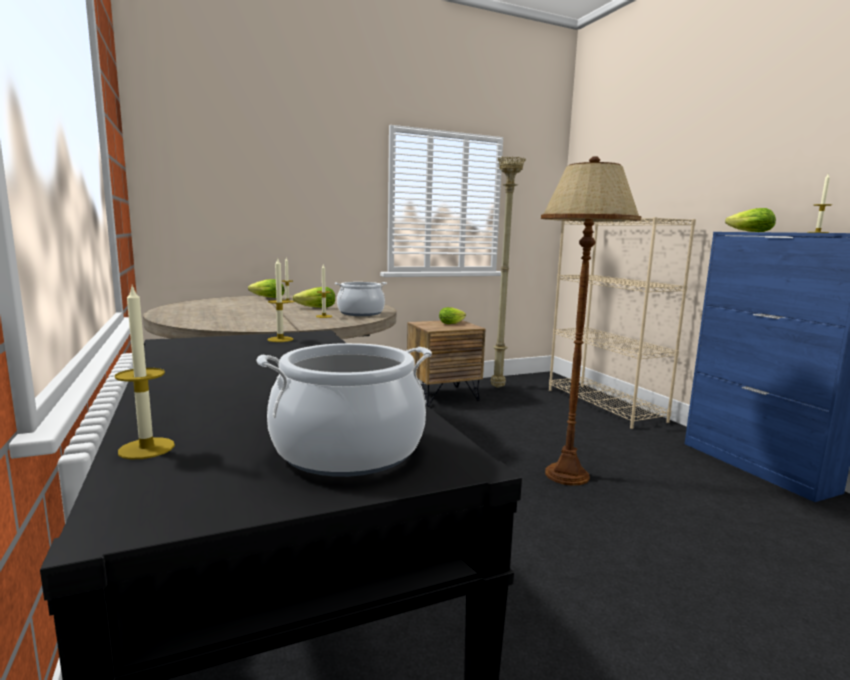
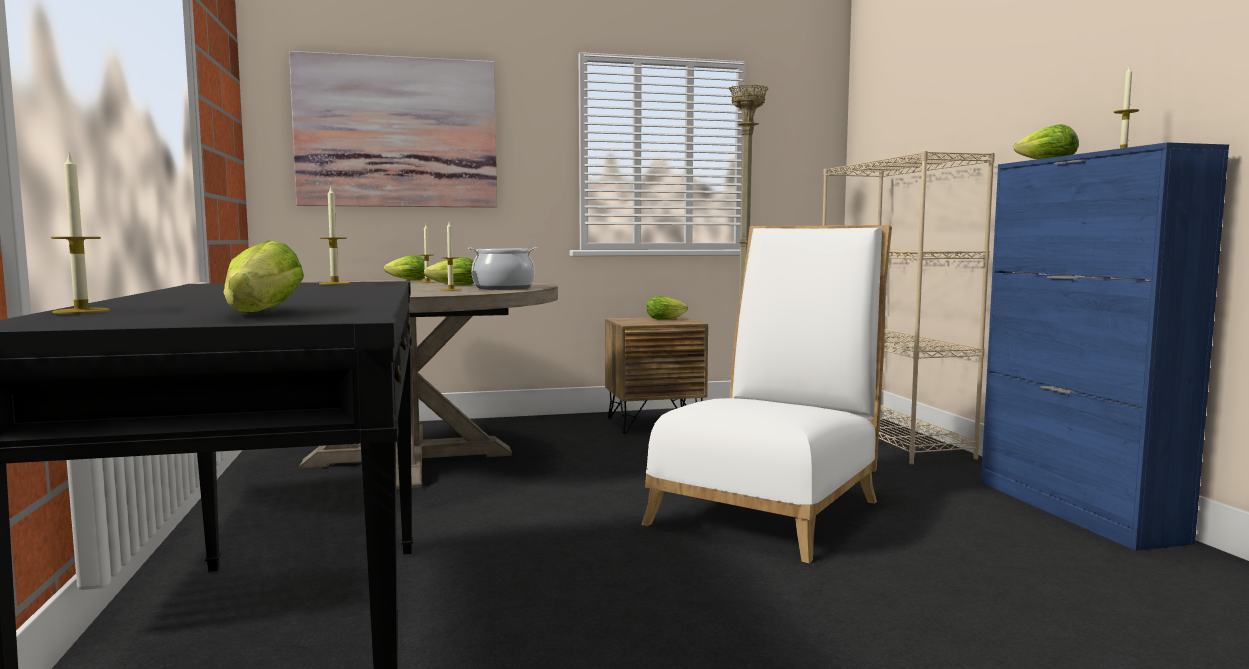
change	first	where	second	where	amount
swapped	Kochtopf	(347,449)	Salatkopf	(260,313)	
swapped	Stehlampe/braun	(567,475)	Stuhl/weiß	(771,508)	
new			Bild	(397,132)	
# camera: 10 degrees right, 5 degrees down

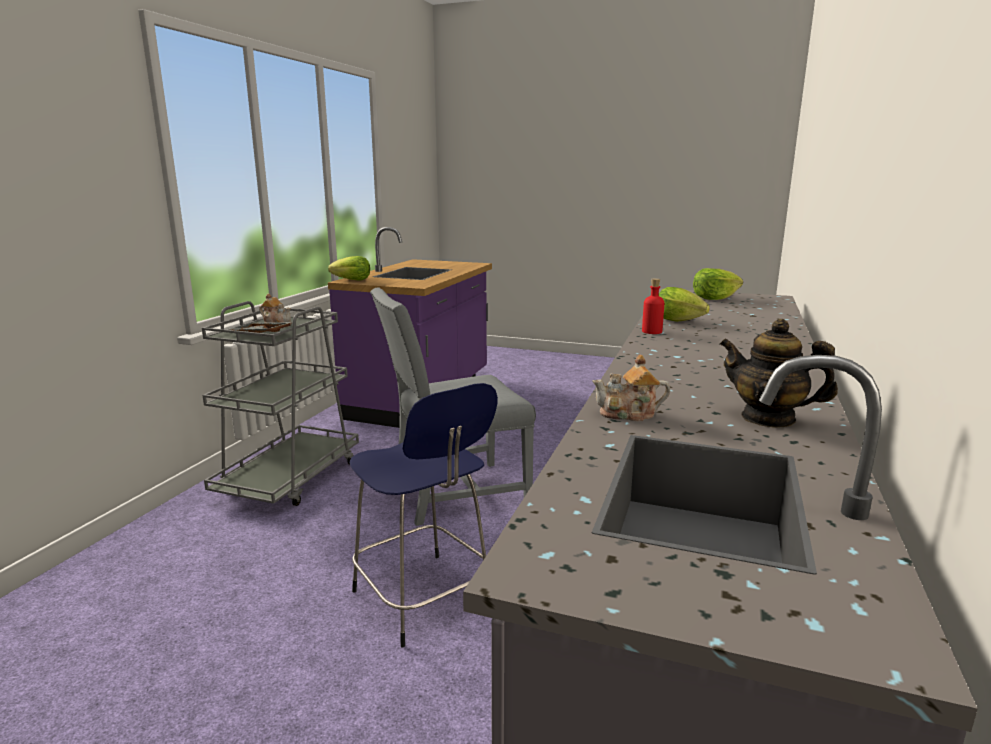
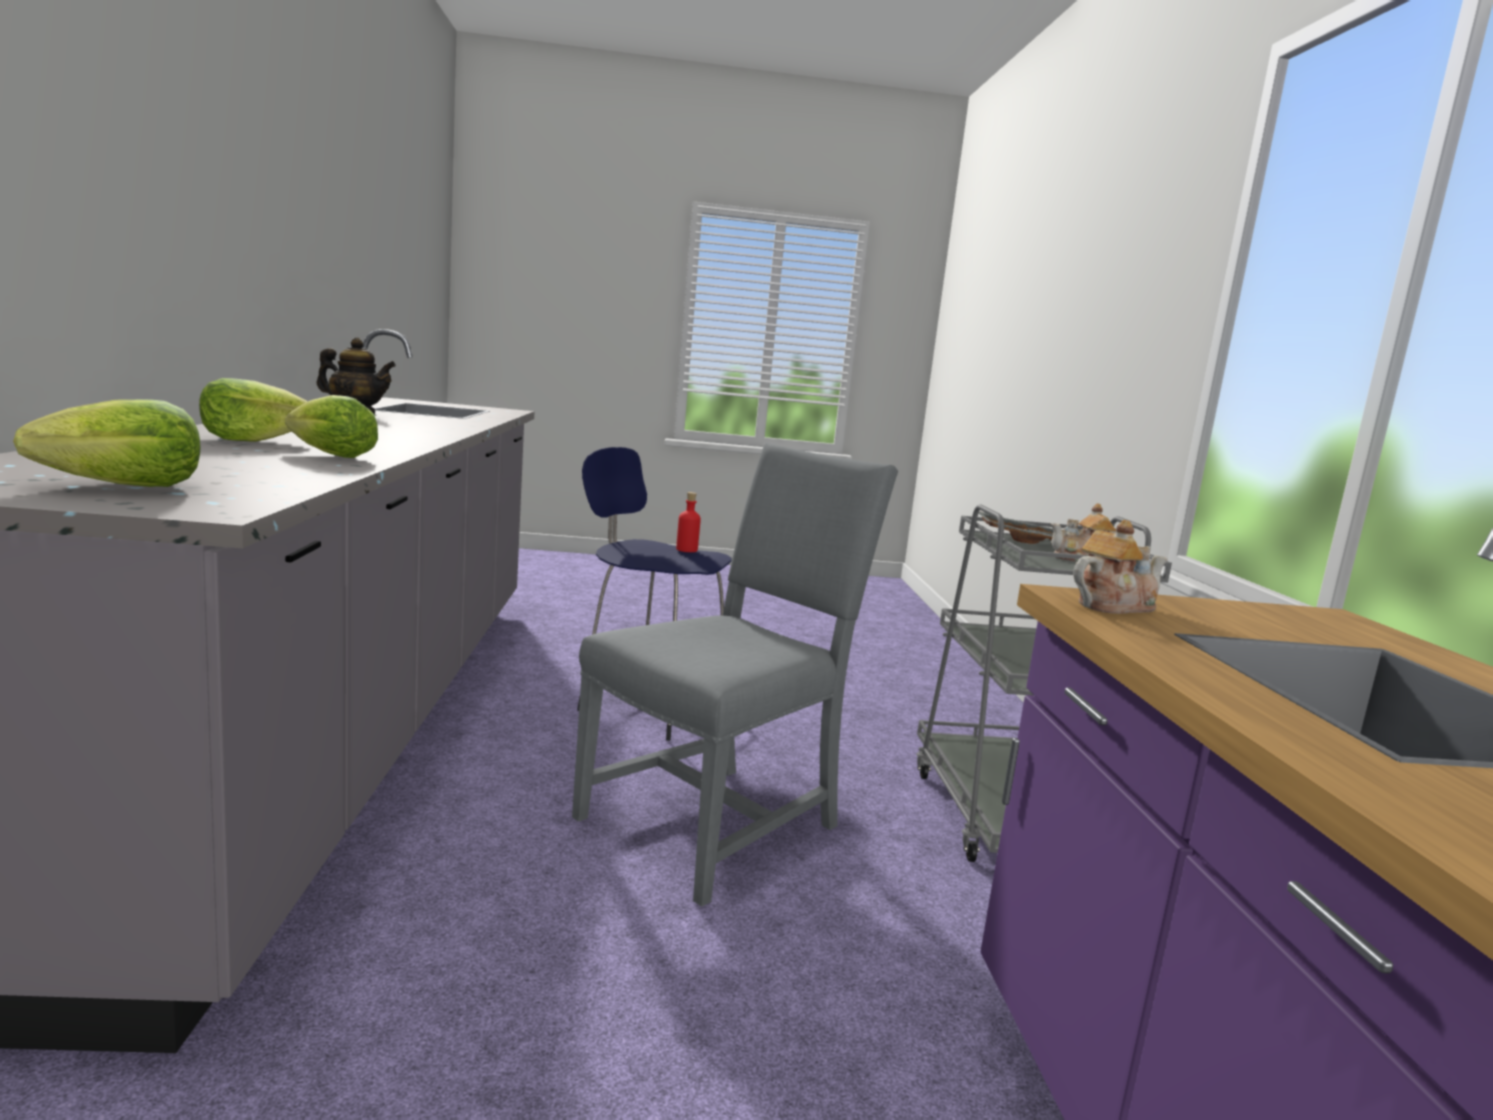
change	first	where	second	where	amount
shifted	Salatkopf	(352,280)		(252,440)	
shifted	Teekanne	(629,414)		(1112,606)	
shifted	Flasche/rot	(651,331)		(687,550)	
# camera: 155 degrees right, 5 degrees down

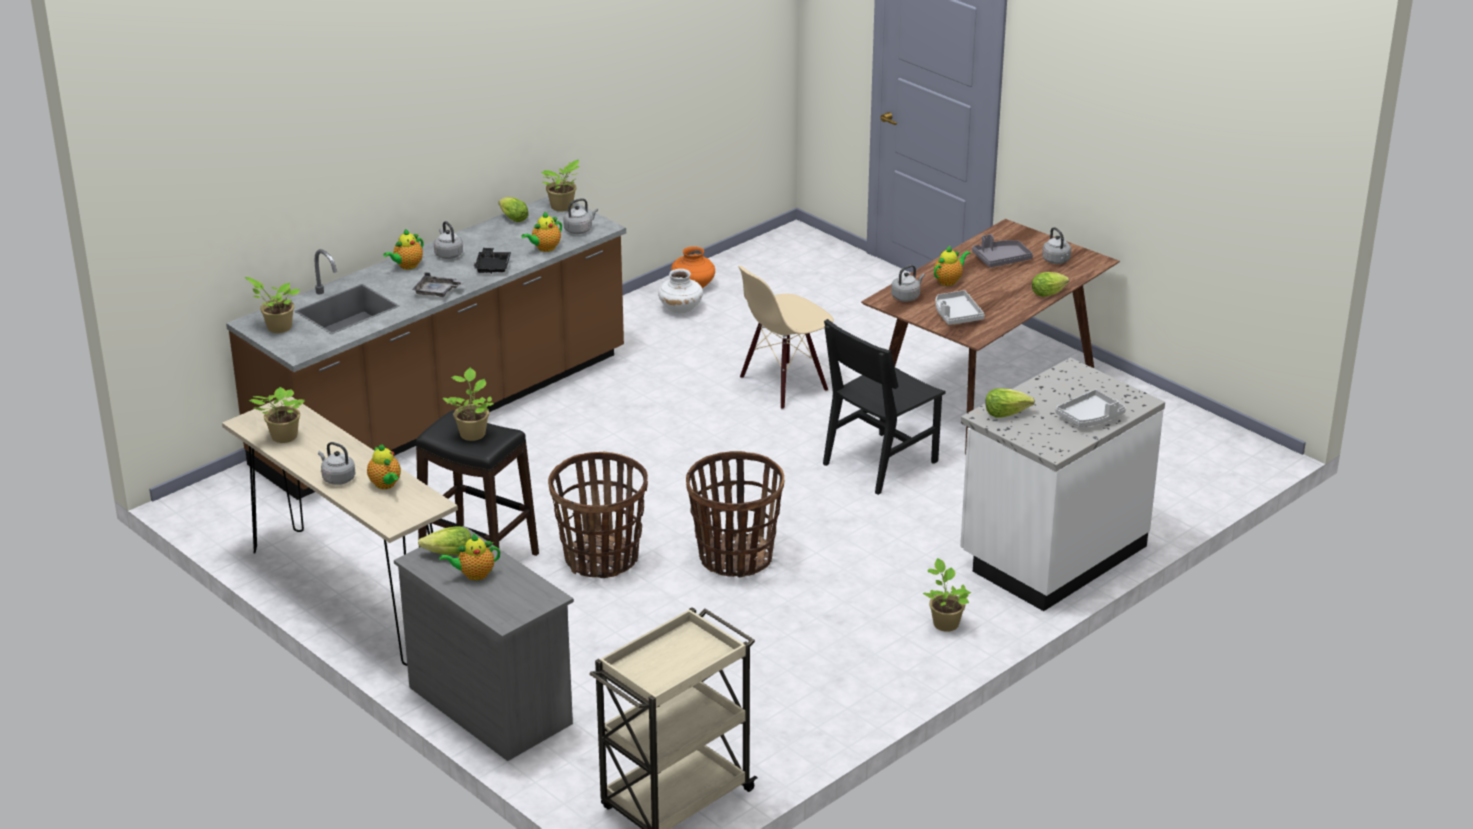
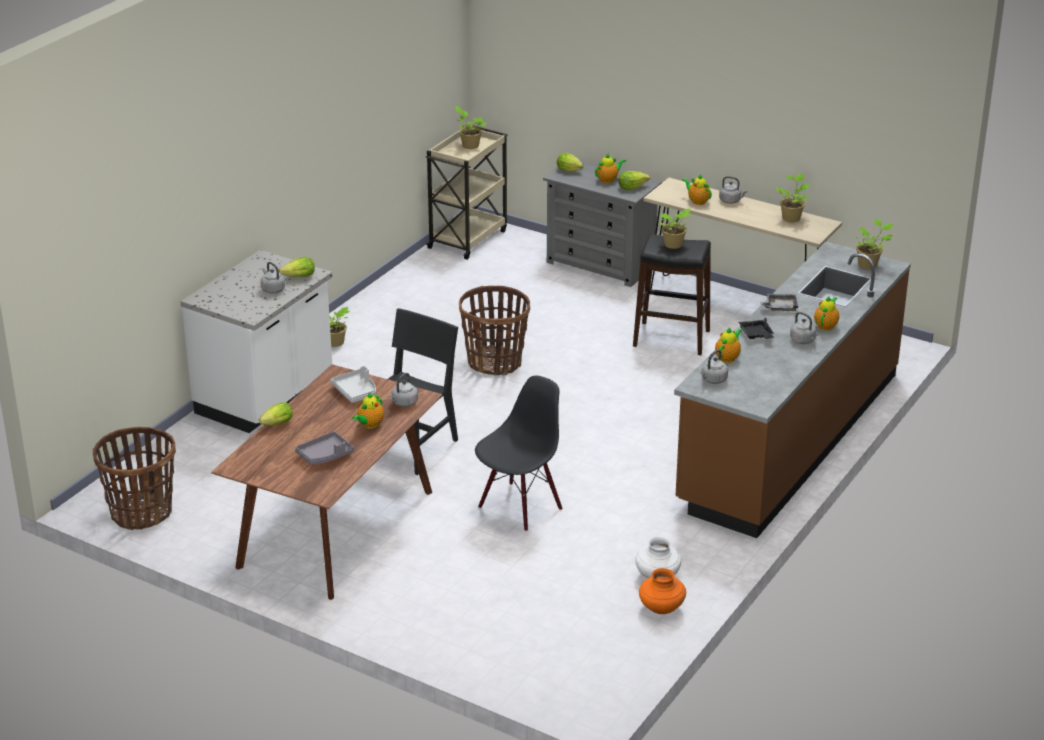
change	first	where	second	where	amount
shifted	Salatkopf	(512,218)		(570,171)	
shifted	Topfpflanze	(563,207)		(469,145)	
shifted	Korb	(601,559)		(141,513)	
repainted	Stuhl/beige	(783,385)	Stuhl/schwarz	(519,507)	
shifted	Wasserkessel/grau	(1057,261)		(272,289)	
gone	Tablett/grau	(1090,417)			
# camera: 165 degrees right, 0 degrees up

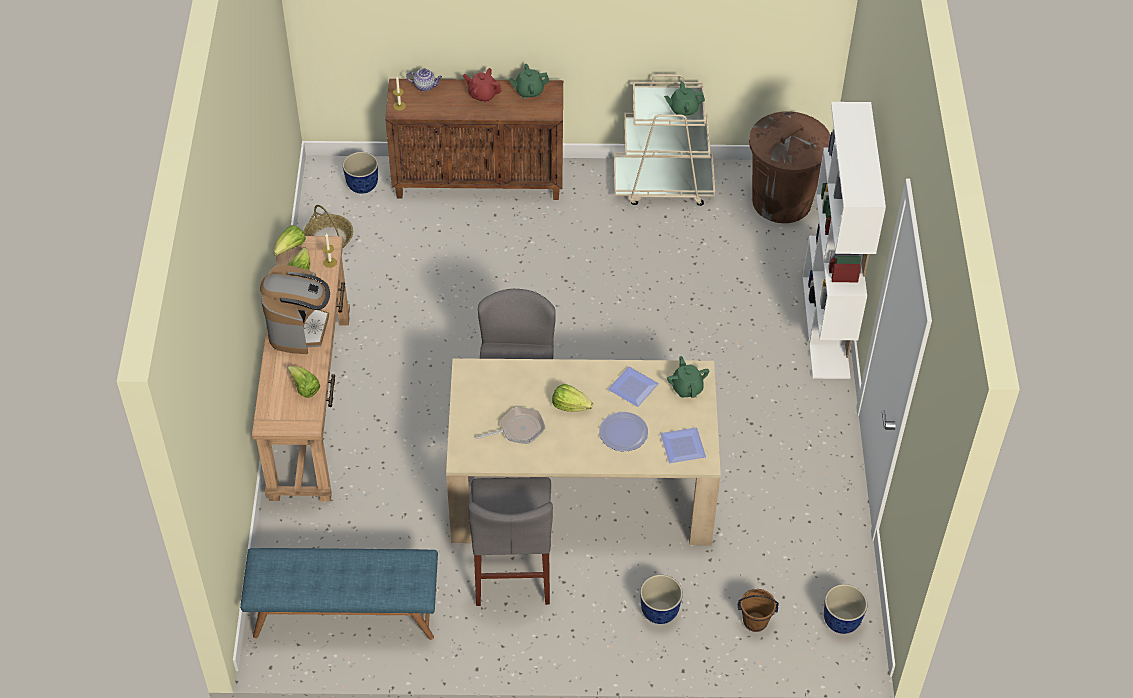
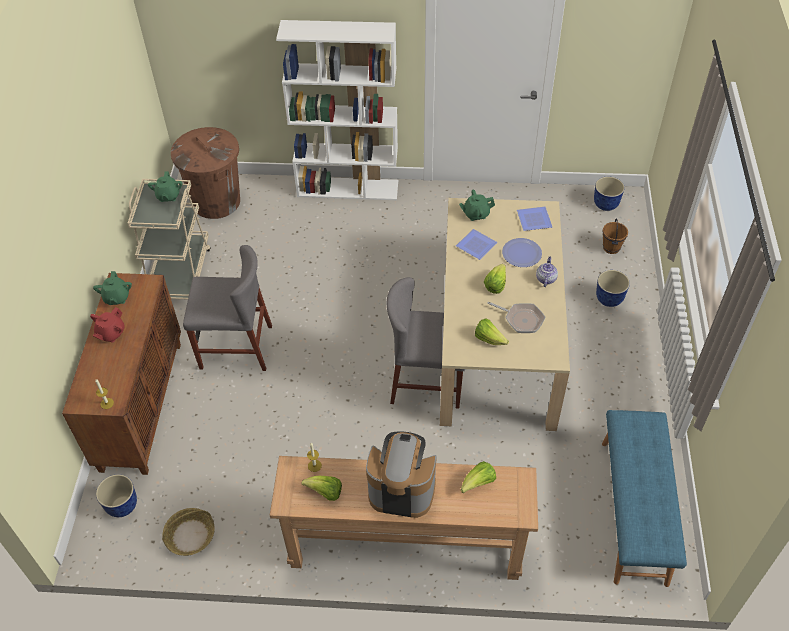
change	first	where	second	where	amount
shifted	Salatkopf	(290,248)		(489,339)	
shifted	Teekanne	(425,86)		(545,278)	
shifted	Stuhl/grau	(512,568)		(236,347)	
rotated	Pfanne	(518,429)		(521,319)	135 degrees clockwise
# camera: 85 degrees left, 0 degrees up

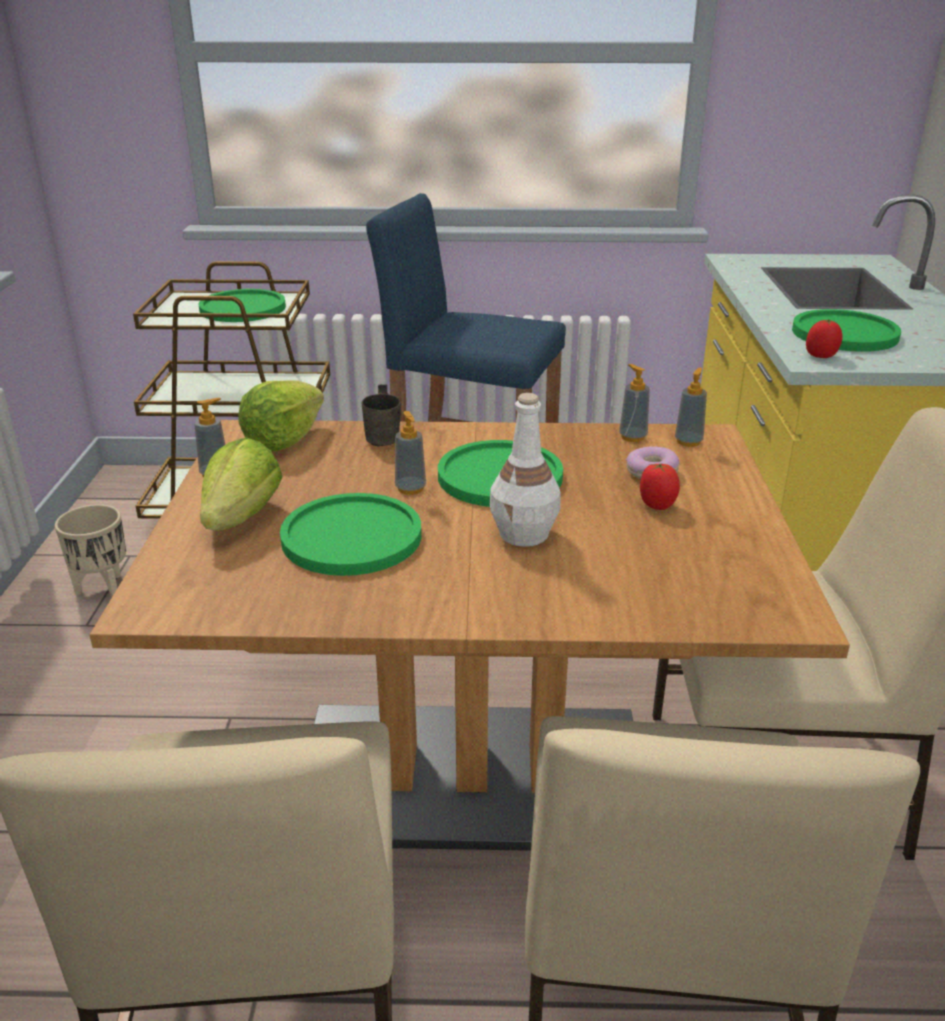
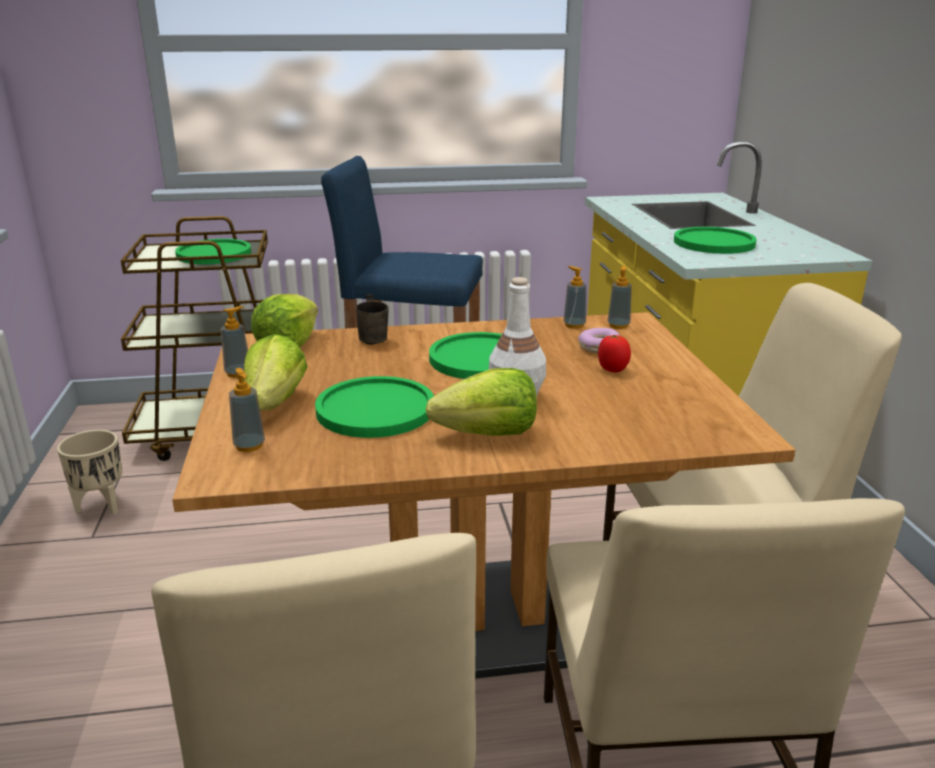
change	first	where	second	where	amount
shifted	Seifenspender	(410,488)		(249,446)	
gone	Tomate	(821,356)			
new			Salatkopf	(488,434)	
# camera: 10 degrees left, 5 degrees down

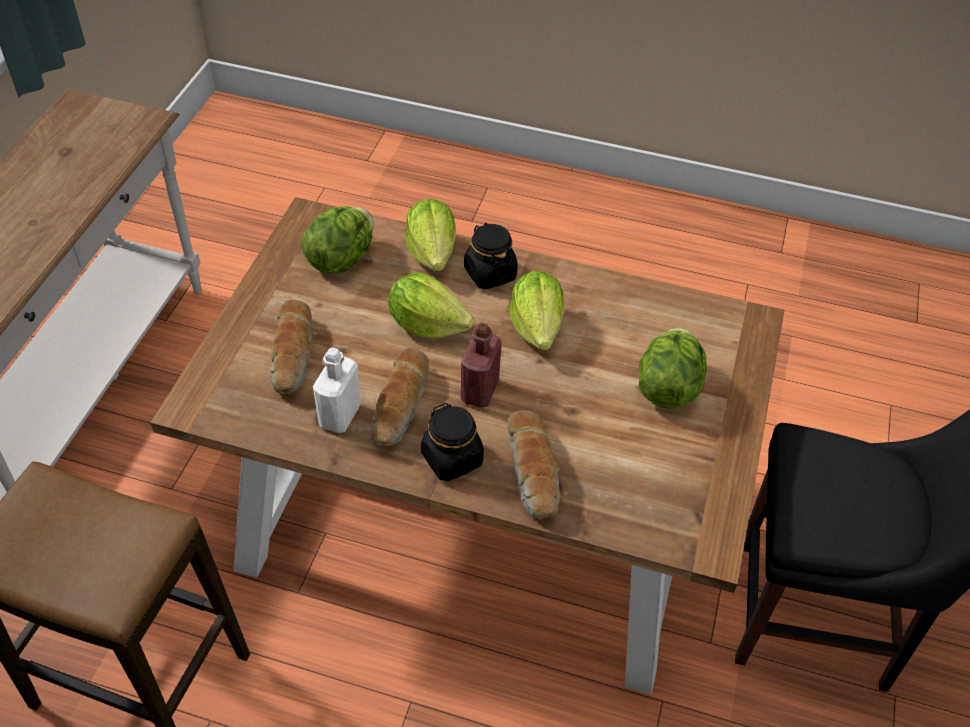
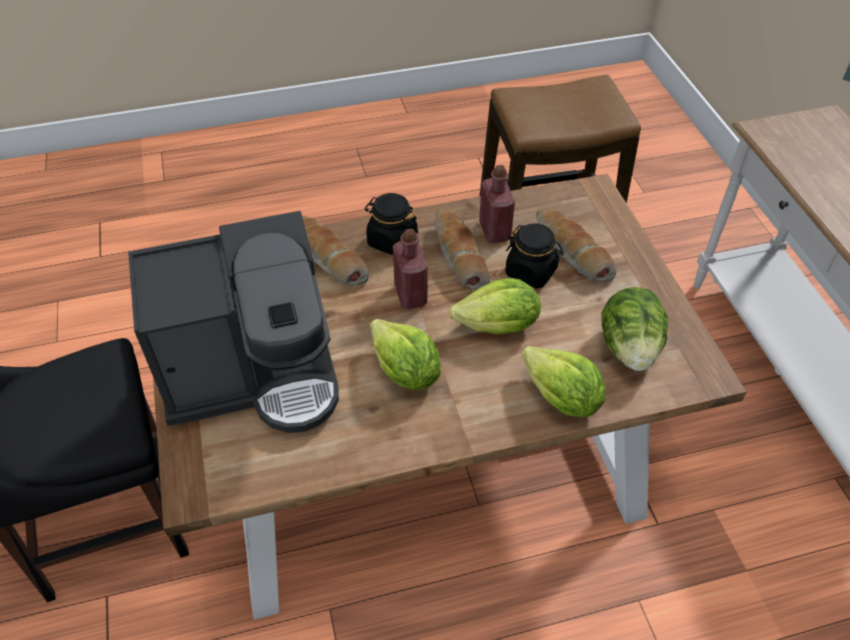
change	first	where	second	where	amount
repainted	Flasche/weiß	(340,415)	Flasche/rot	(494,231)	
shifted	Vorratsglas/schwarz	(489,273)		(531,272)	
swapped	Salatkopf	(667,387)	Kaffeemaschine	(255,373)	
# camera: 150 degrees right, 0 degrees up

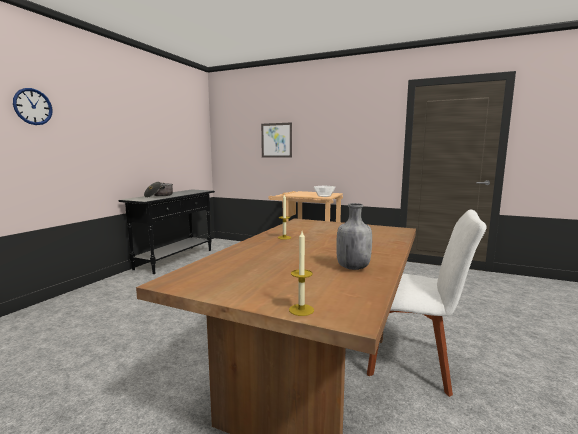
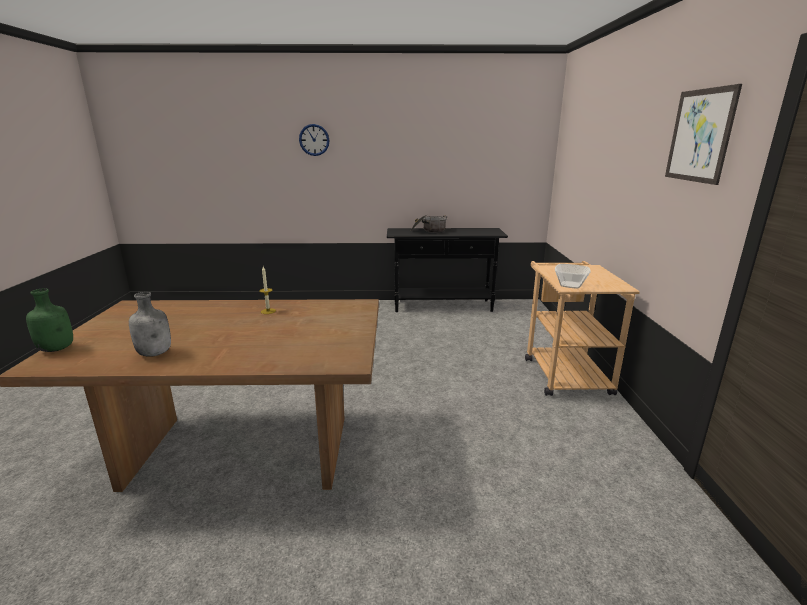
change	first	where	second	where	amount
shifted	Bild	(276,140)		(700,135)	
swapped	Kerze	(301,310)	Flasche/grün	(57,348)	
gone	Stuhl/weiß	(415,362)			
# camera: 65 degrees right, 10 degrees up

